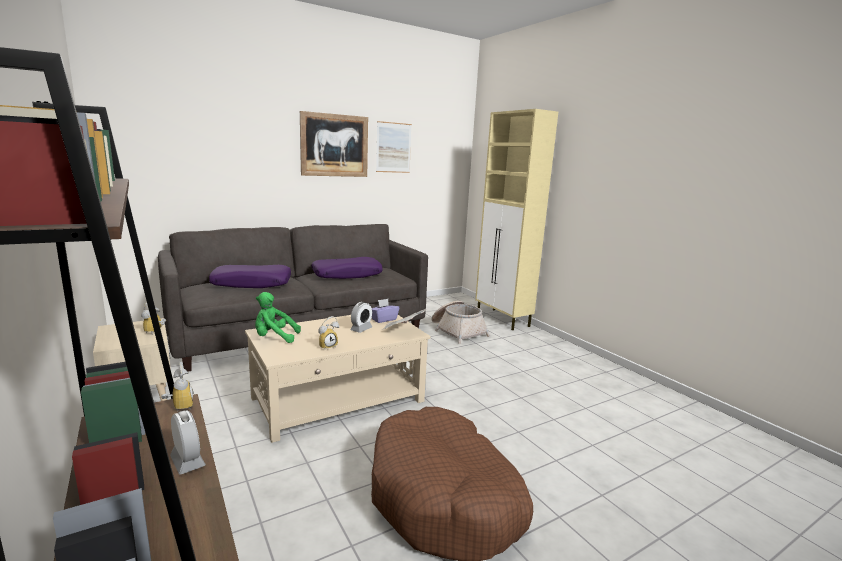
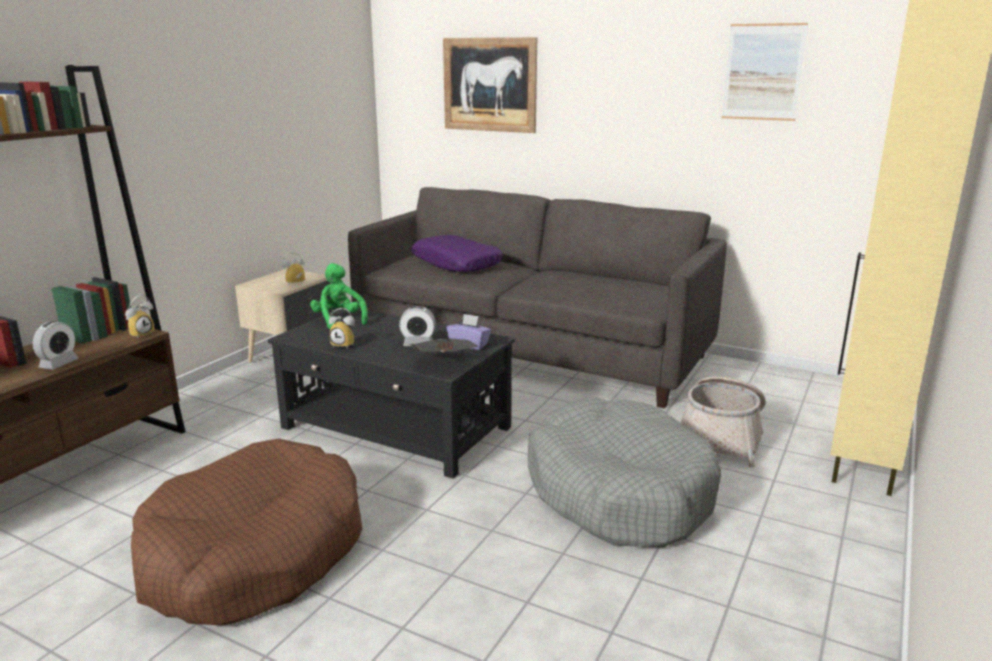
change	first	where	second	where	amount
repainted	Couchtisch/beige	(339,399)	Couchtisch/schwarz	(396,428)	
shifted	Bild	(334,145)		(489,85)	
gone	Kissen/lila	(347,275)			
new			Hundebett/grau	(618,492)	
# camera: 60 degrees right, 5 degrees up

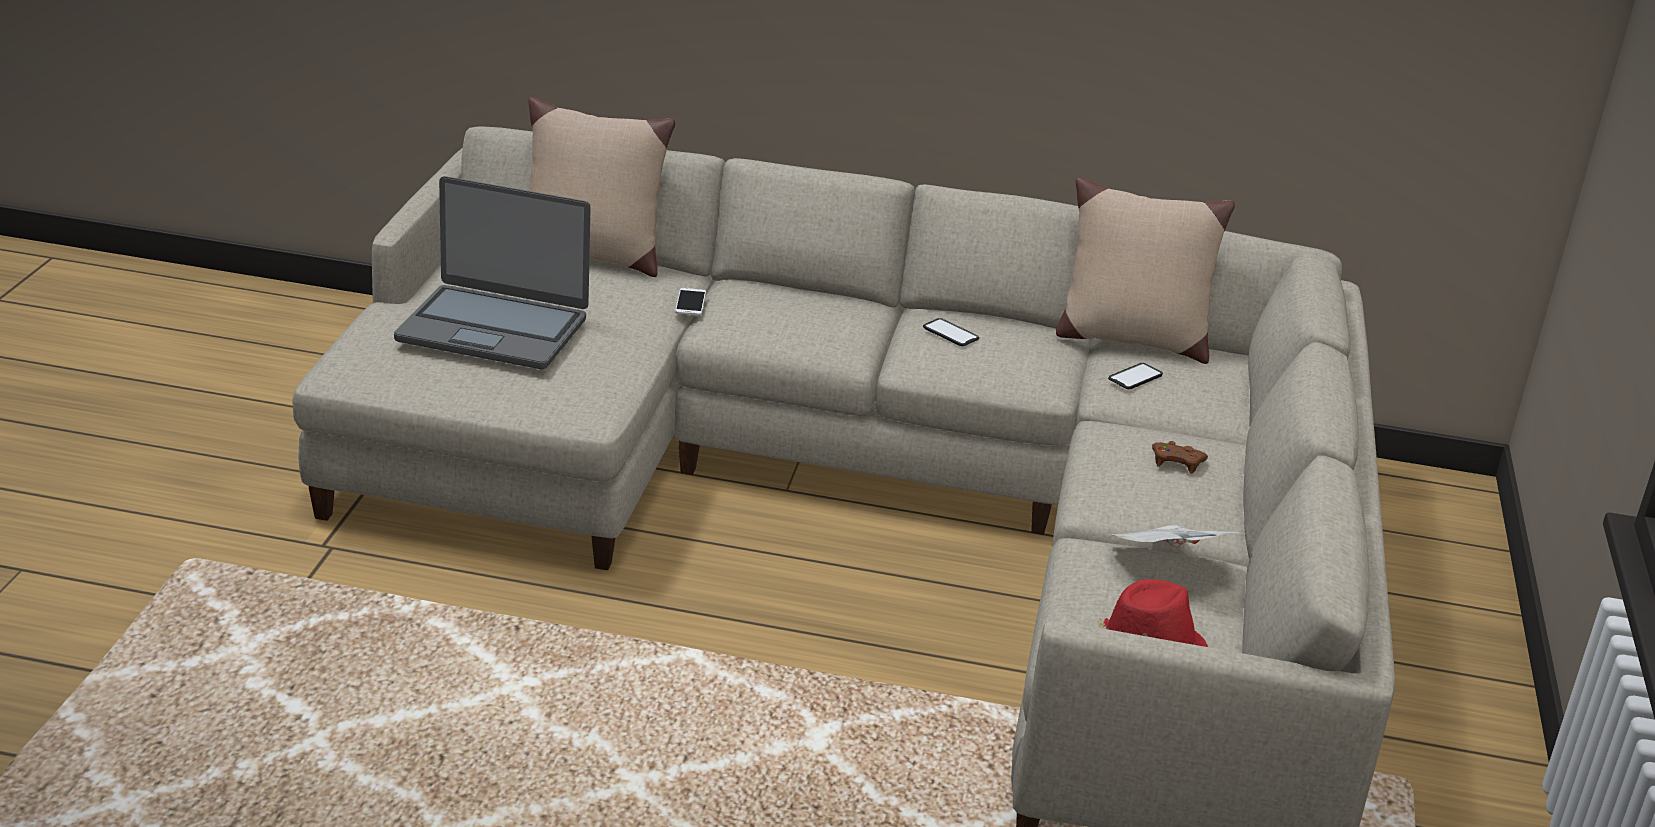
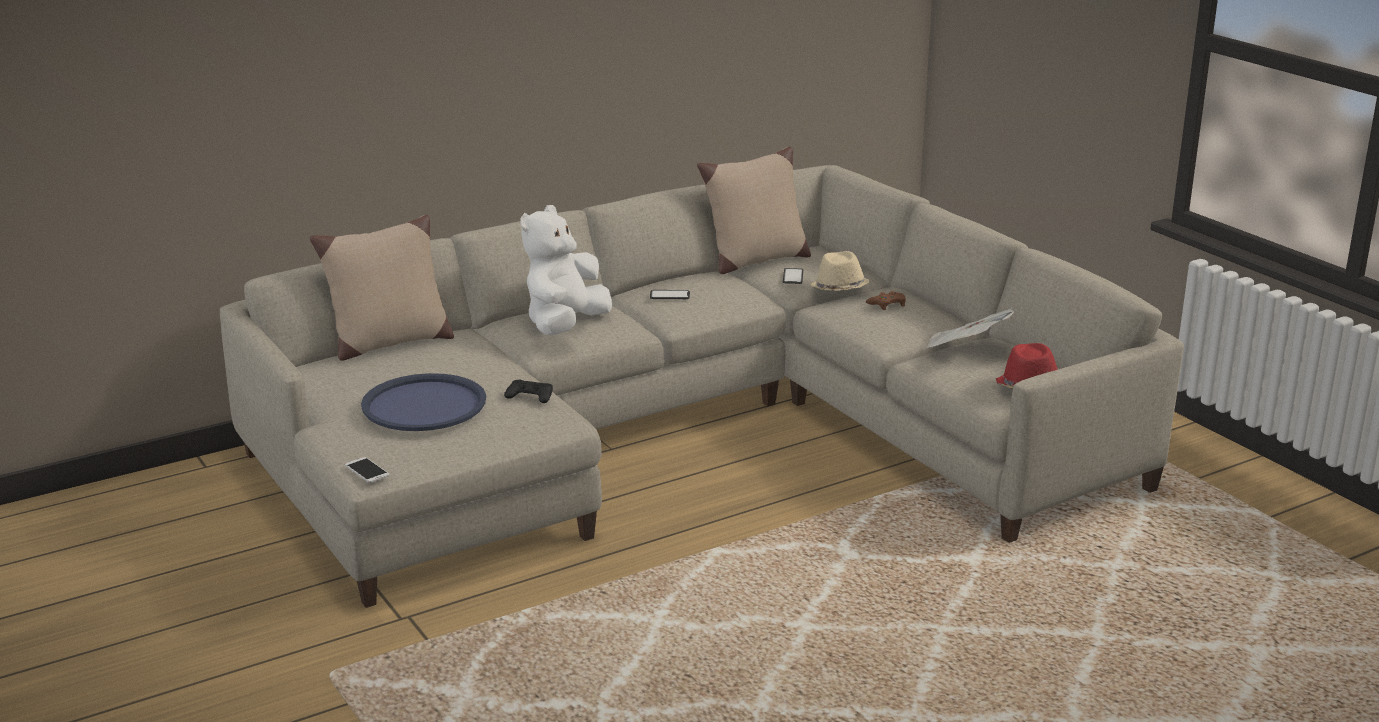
change	first	where	second	where	amount
swapped	Laptop	(493,329)	Tablett/blau	(424,405)	
shifted	Handy	(690,302)		(367,470)	
new			Gamepad/schwarz	(530,396)	
new			Plüschtier/weiß	(565,326)	
new			Hut/beige	(839,290)	
# camera: 40 degrees left, 5 degrees down

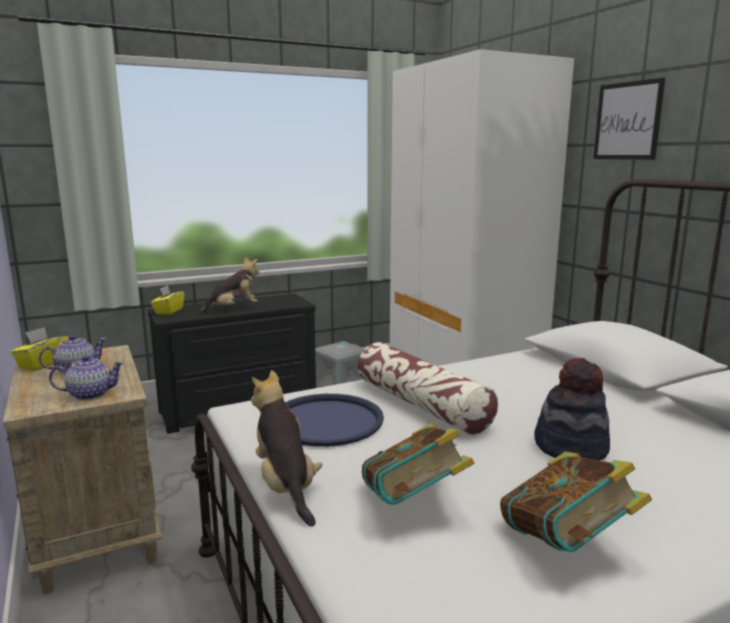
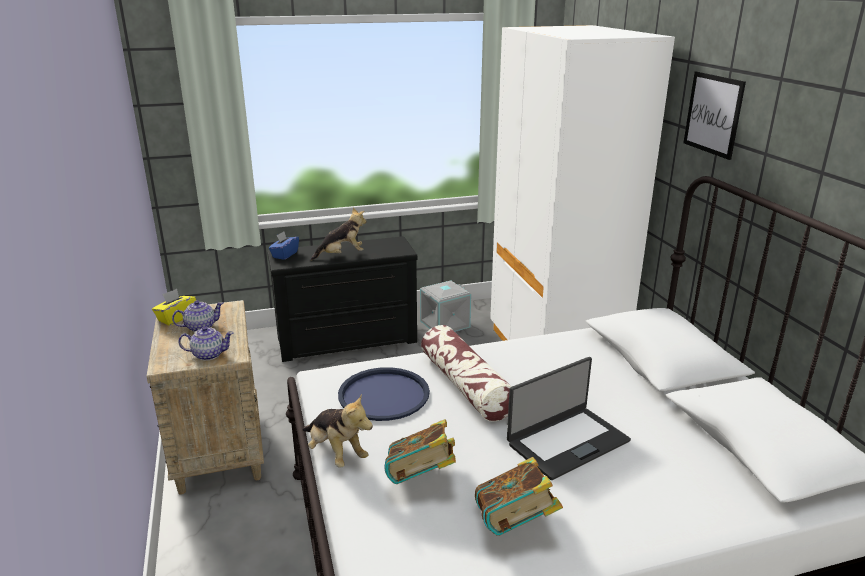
change	first	where	second	where	amount
repainted	Taschentuchbox/gelb	(168,311)	Taschentuchbox/blau	(285,255)	
rotated	Plüschtier	(285,486)		(336,453)	150 degrees clockwise
swapped	Hut	(570,447)	Laptop	(567,442)	
# camera: 10 degrees right, 10 degrees up

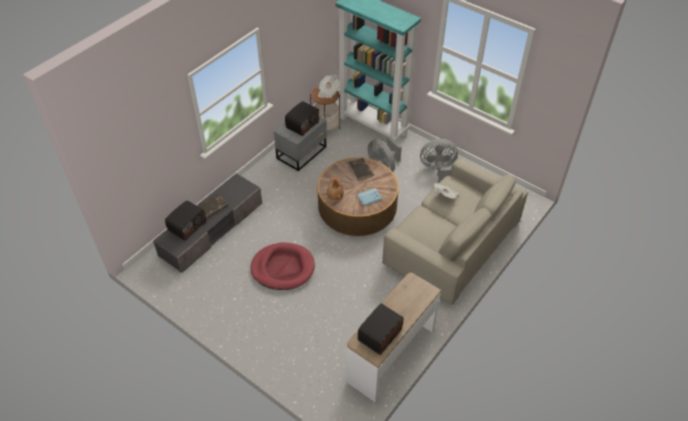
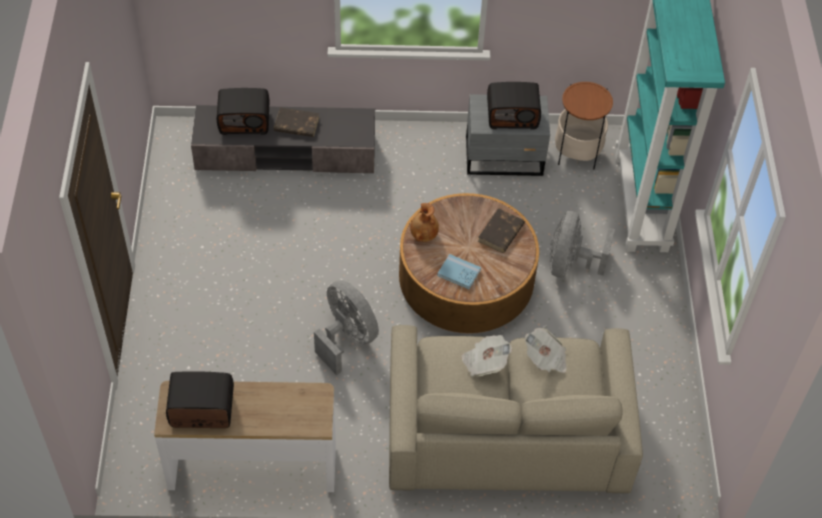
change	first	where	second	where	amount
gone	Hundebett/rot	(283,268)			
shifted	Zeitung	(328,92)		(484,362)	
shifted	Ventilator/grau	(439,171)		(347,338)	
# camera: 50 degrees right, 5 degrees up

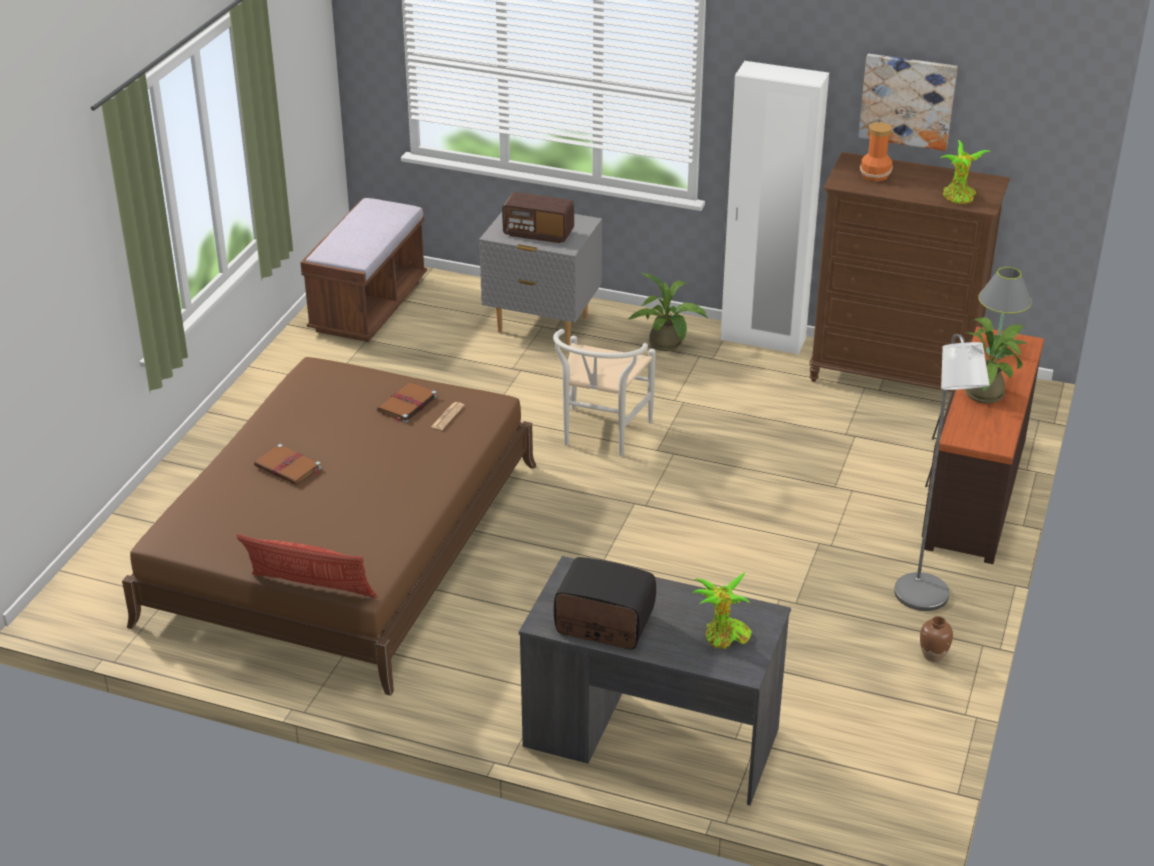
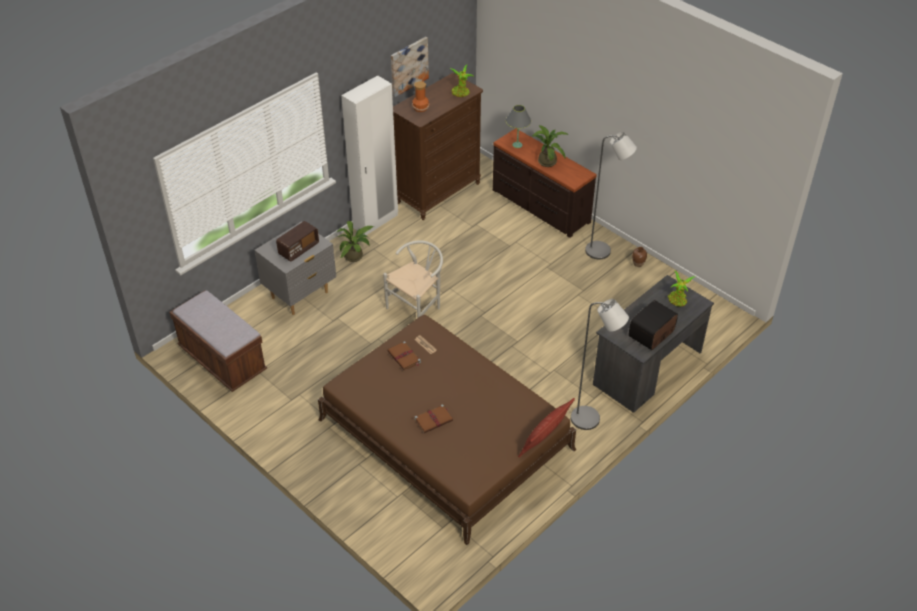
change	first	where	second	where	amount
rotated	Stuhl/weiß	(600,436)		(418,308)	90 degrees counterclockwise
new			Stehlampe/grau	(590,420)	
# camera: 65 degrees left, 10 degrees up

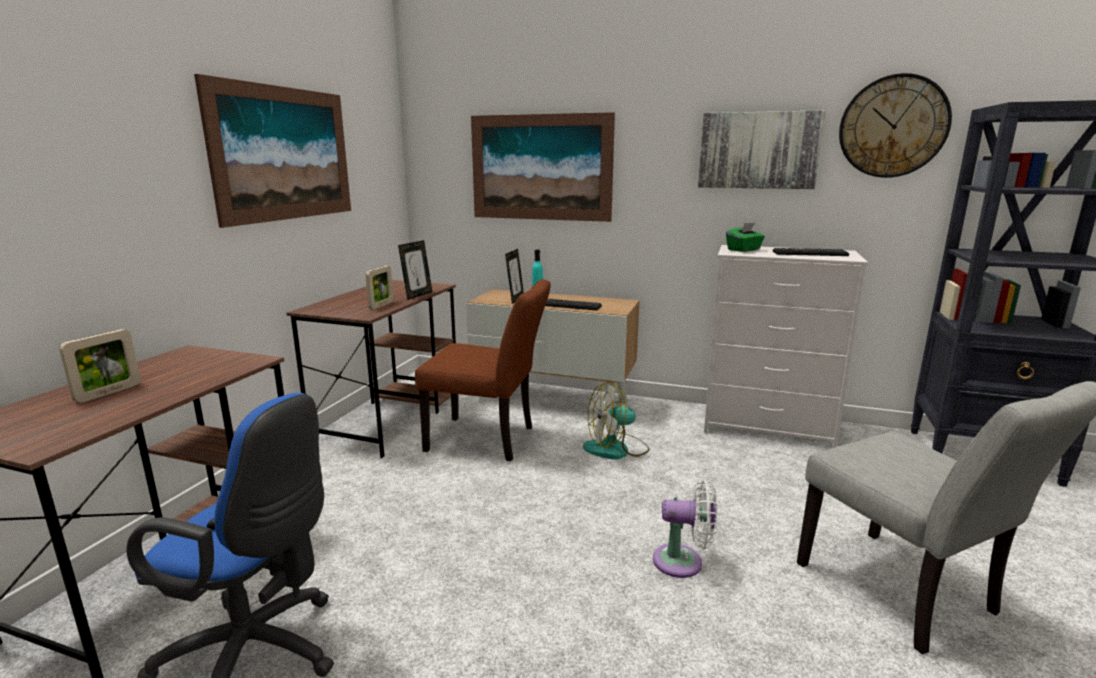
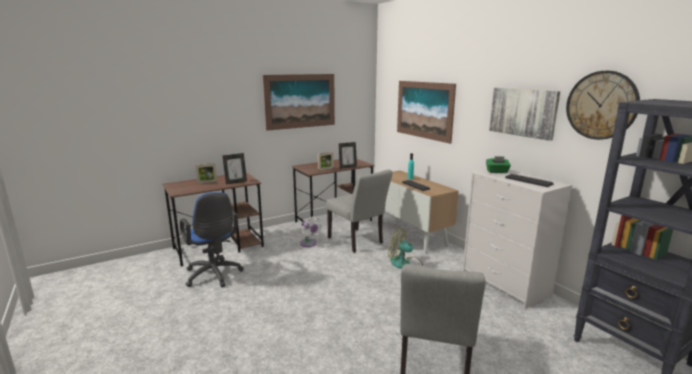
change	first	where	second	where	amount
repainted	Stuhl/braun	(489,440)	Stuhl/grau	(358,242)	
shifted	Bilderrahmen	(515,299)		(236,182)	
shifted	Ventilator/weiß	(683,562)		(309,244)	
# camera: 40 degrees right, 0 degrees up

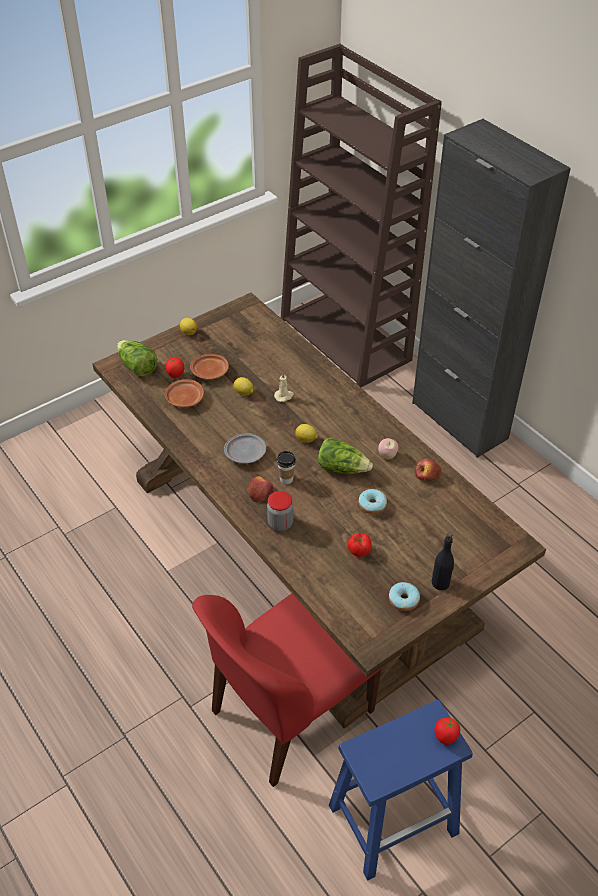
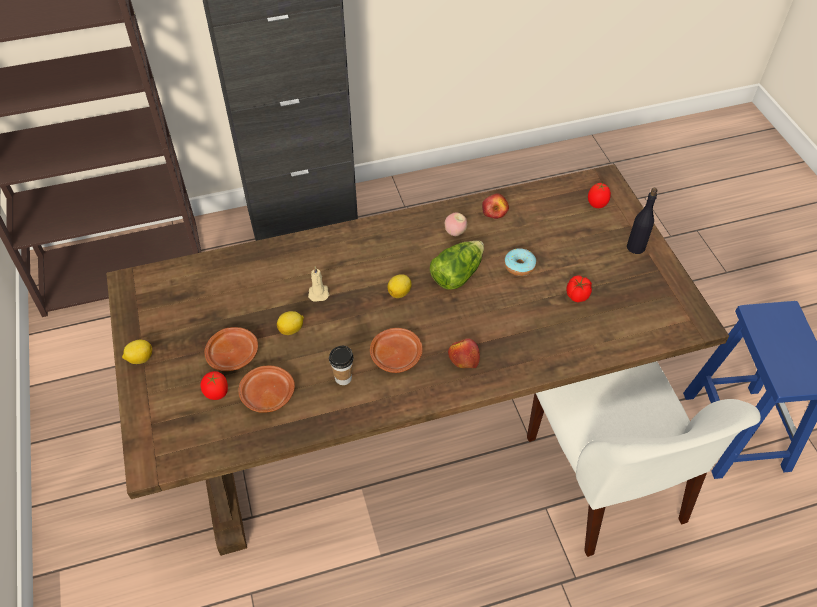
change	first	where	second	where	amount
gone	Salatkopf	(137,367)			
repainted	Stuhl/rot	(289,712)	Stuhl/weiß	(606,482)	
repainted	Teller/grau	(246,453)	Teller/braun	(396,355)	
gone	Vorratsglas	(280,523)			
shifted	Tasse	(286,479)		(343,378)	
gone	Donut	(403,600)			
shifted	Tomate	(445,738)		(597,205)	
# camera: 70 degrees left, 5 degrees up

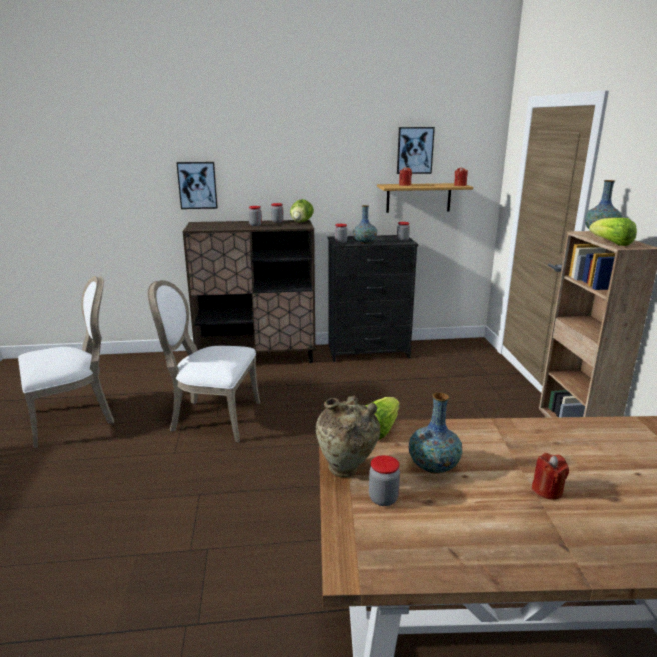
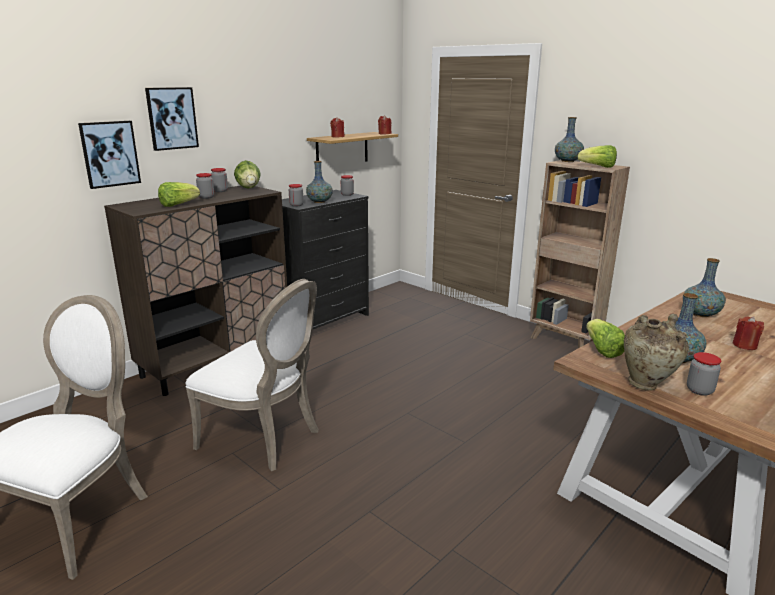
change	first	where	second	where	amount
rotated	Stuhl/weiß	(212,418)		(265,438)	120 degrees counterclockwise
shifted	Bild	(415,150)		(172,118)	
new			Salatkopf	(178,205)	
new			Vase	(700,314)	
# camera: 40 degrees left, 0 degrees up

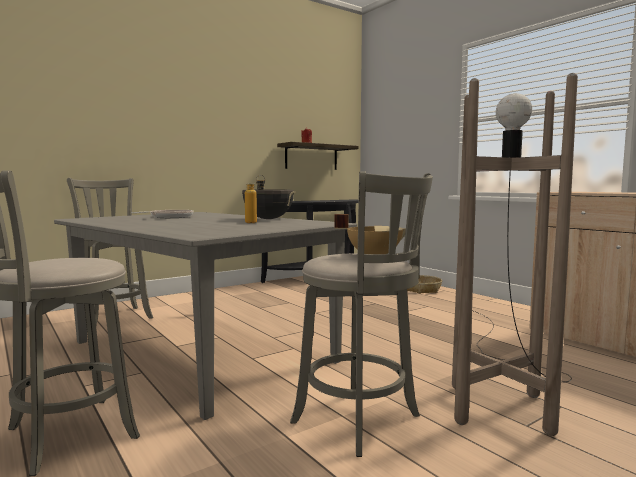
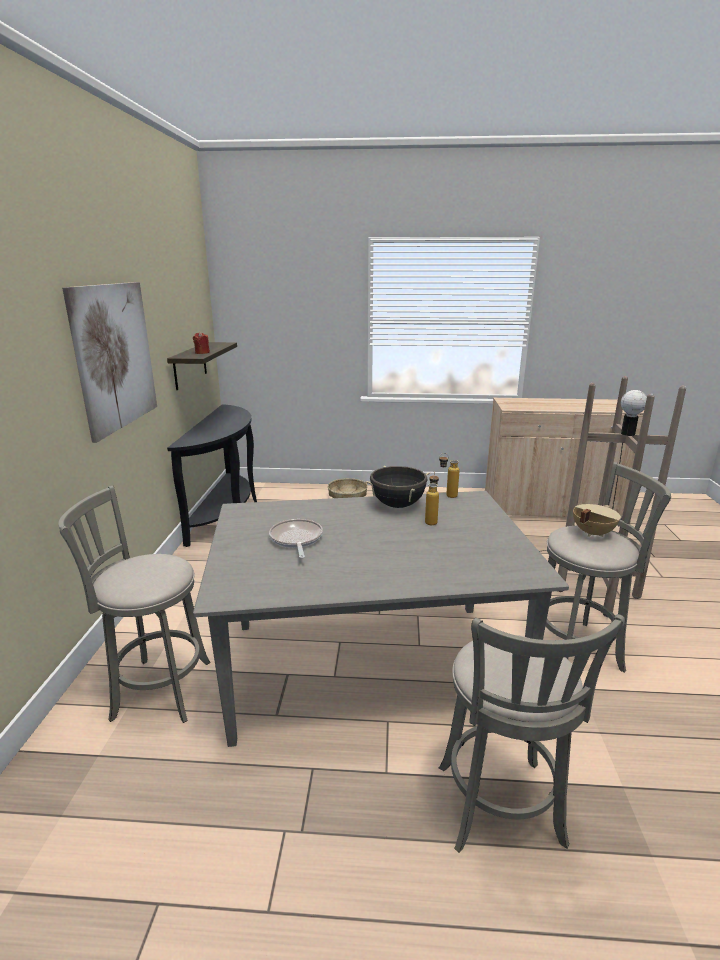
change	first	where	second	where	amount
new			Bild	(115,356)	
new			Flasche	(447,496)	
# camera: 50 degrees left, 15 degrees up

